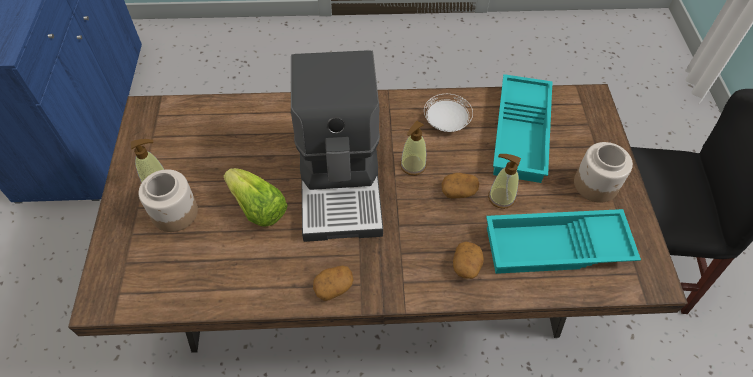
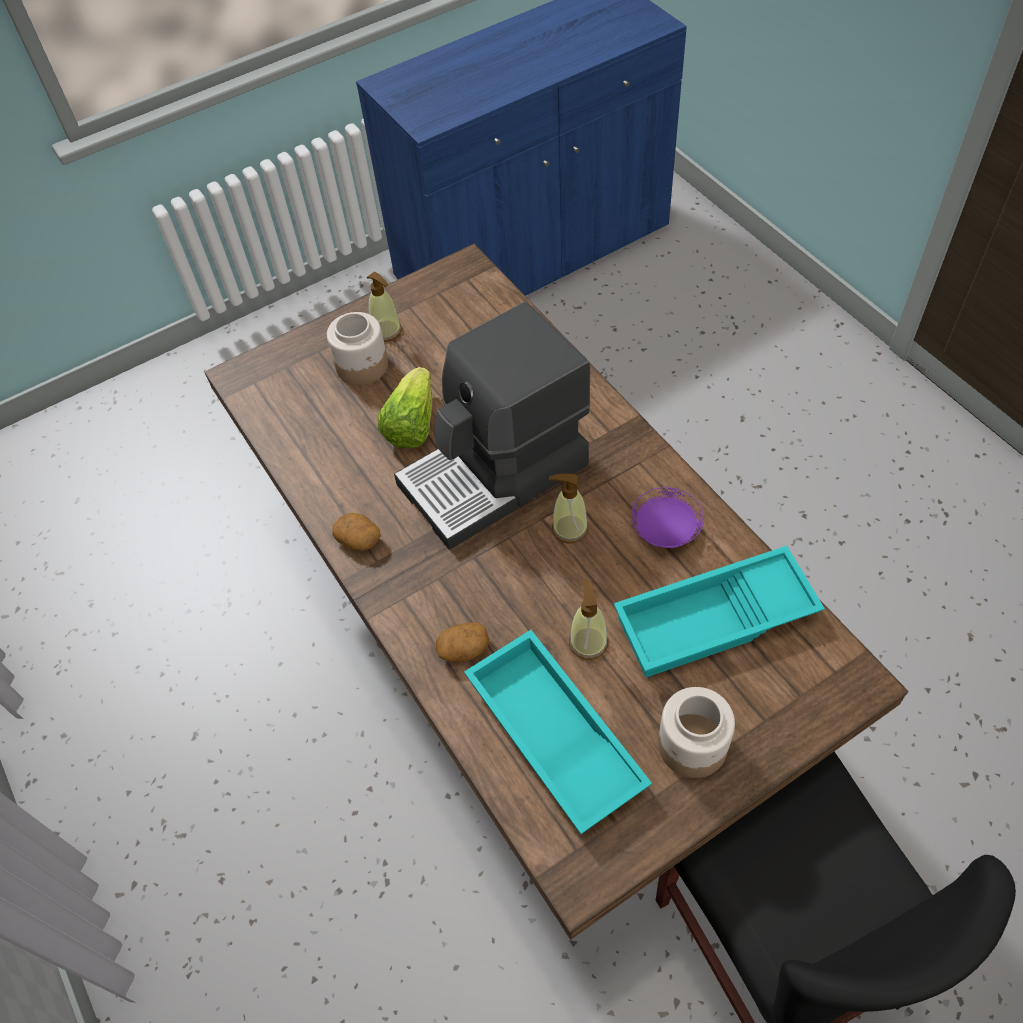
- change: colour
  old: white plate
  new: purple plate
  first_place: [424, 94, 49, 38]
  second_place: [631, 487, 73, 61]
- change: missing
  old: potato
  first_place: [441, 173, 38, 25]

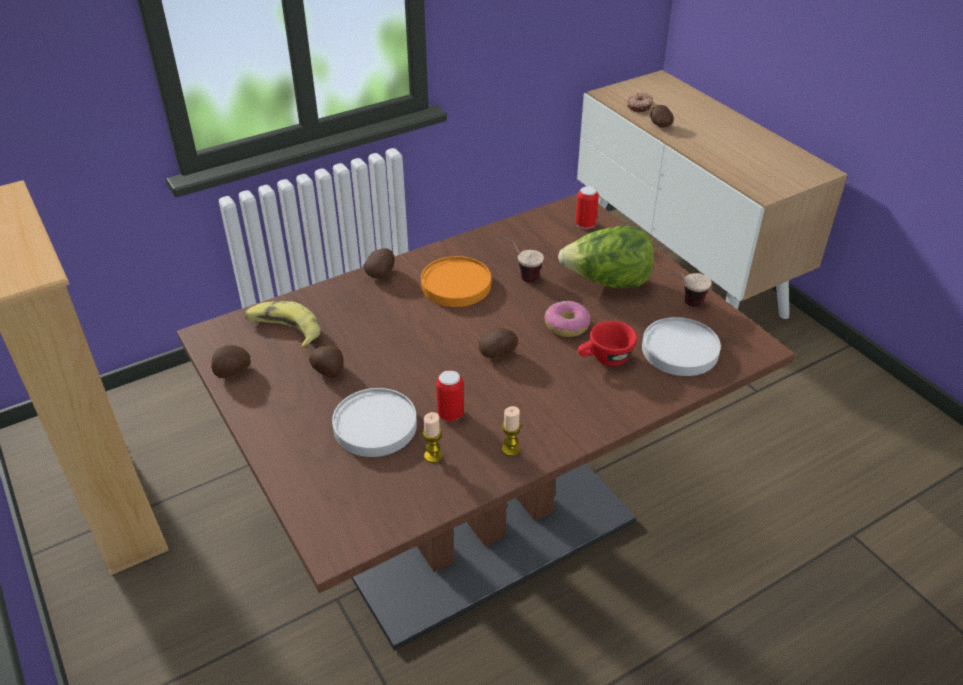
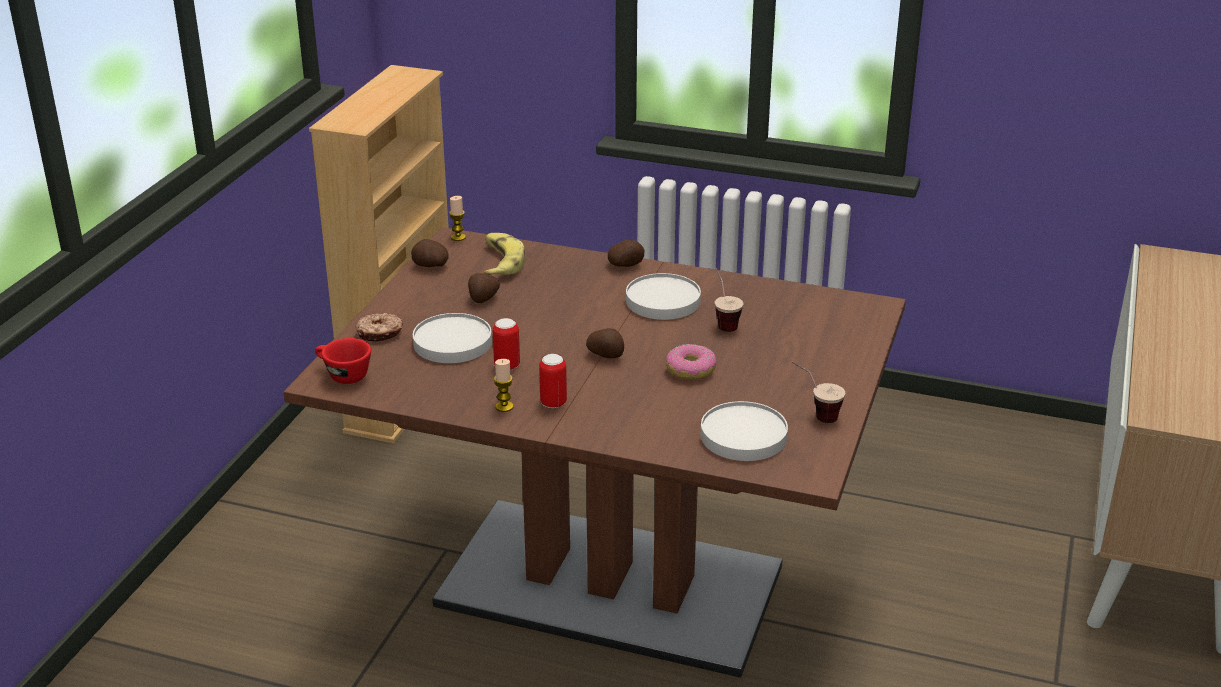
- change: colour
  old: orange plate
  new: white plate
  first_place: [421, 256, 70, 51]
  second_place: [626, 273, 75, 47]
- change: relocated
  old: candle
  first_place: [423, 412, 20, 51]
  second_place: [449, 196, 17, 45]
- change: missing
  old: lettuce
  first_place: [558, 226, 96, 62]
- change: relocated
  old: can
  first_place: [575, 186, 24, 43]
  second_place: [539, 354, 28, 54]
- change: relocated
  old: red cup
  first_place: [578, 321, 59, 45]
  second_place: [315, 338, 56, 46]
- change: relocated
  old: donut
  first_place: [627, 93, 26, 19]
  second_place: [356, 313, 47, 29]
- change: missing
  old: potato
  first_place: [651, 105, 23, 23]

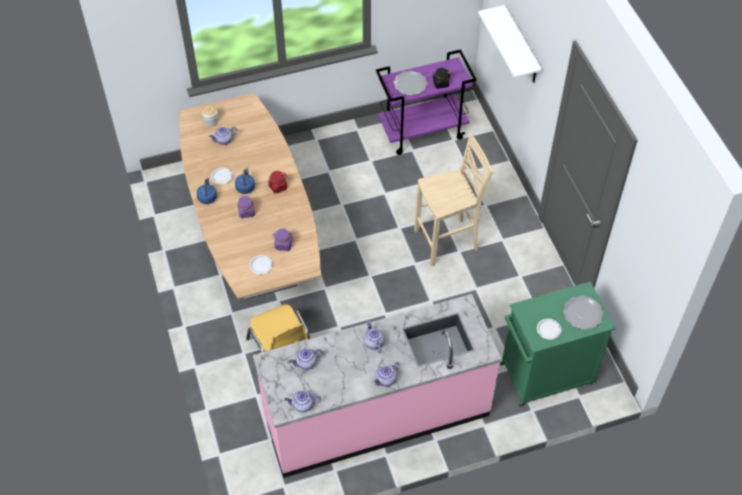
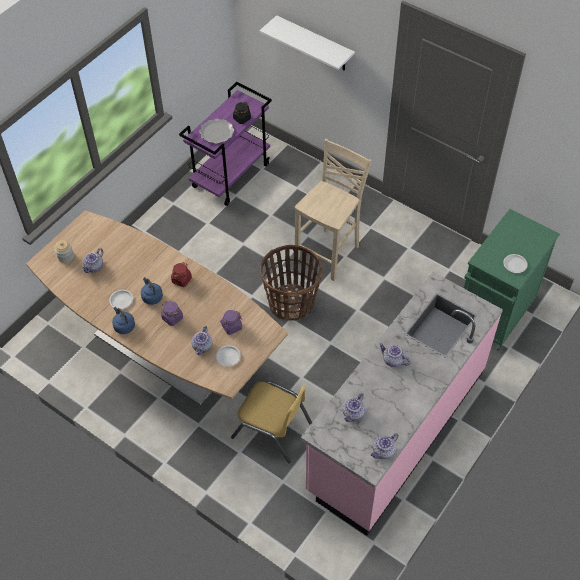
- change: relocated
  old: teapot
  first_place: [373, 362, 27, 25]
  second_place: [191, 326, 21, 29]
- change: missing
  old: plate
  first_place: [563, 295, 41, 35]
- change: appeared
  new: basket
  second_place: [260, 245, 63, 76]

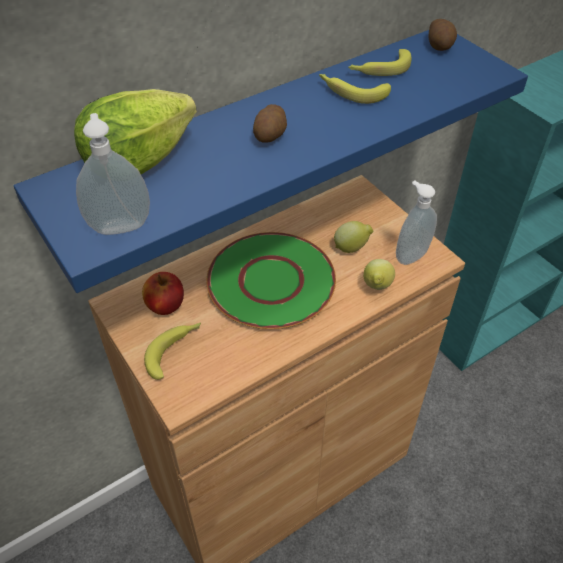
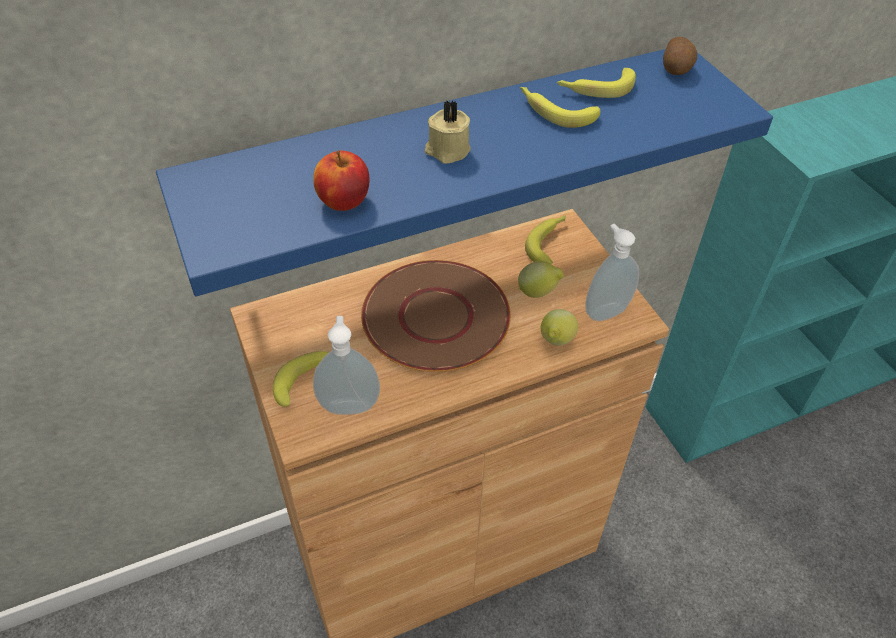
- change: missing
  old: lettuce
  first_place: [74, 89, 123, 85]
- change: relocated
  old: soap dispenser
  first_place: [76, 113, 74, 122]
  second_place: [313, 316, 67, 99]
- change: relocated
  old: apple
  first_place: [142, 272, 42, 43]
  second_place: [313, 150, 56, 61]
- change: colour
  old: green plate
  new: brown plate
  first_place: [206, 232, 130, 97]
  second_place: [361, 260, 150, 112]
- change: exchanged
  old: potato
  new: beige candle
  first_place: [253, 104, 34, 39]
  second_place: [425, 100, 46, 64]
- change: appeared
  new: banana
  second_place: [525, 215, 41, 49]

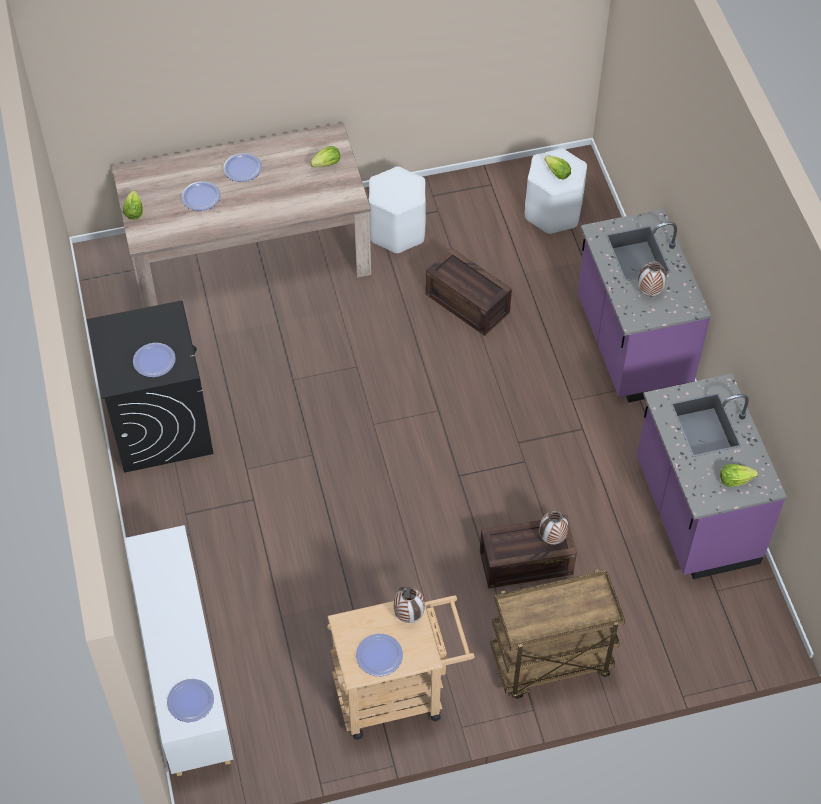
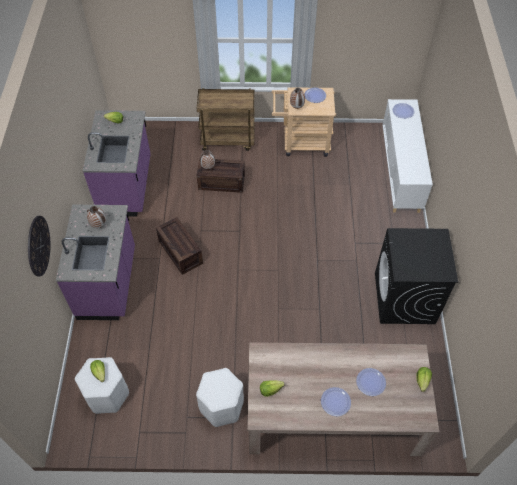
- change: missing
  old: plate
  first_place: [133, 343, 43, 34]
- change: relocated
  old: crate
  first_place: [426, 248, 86, 88]
  second_place: [156, 217, 47, 58]
- change: appeared
  new: wall clock
  second_place: [28, 216, 22, 61]

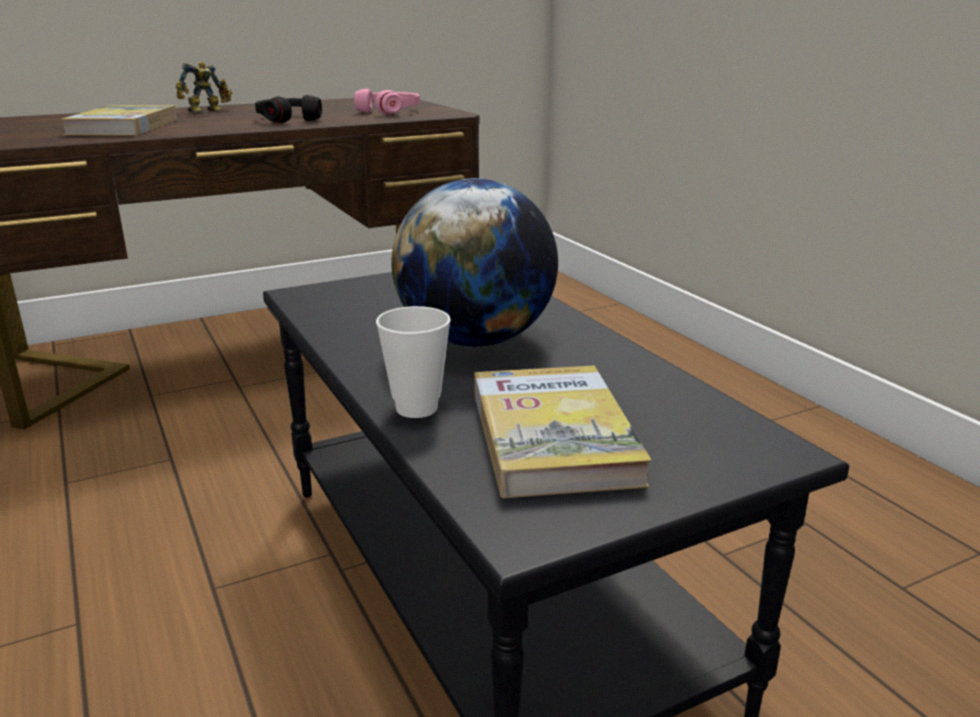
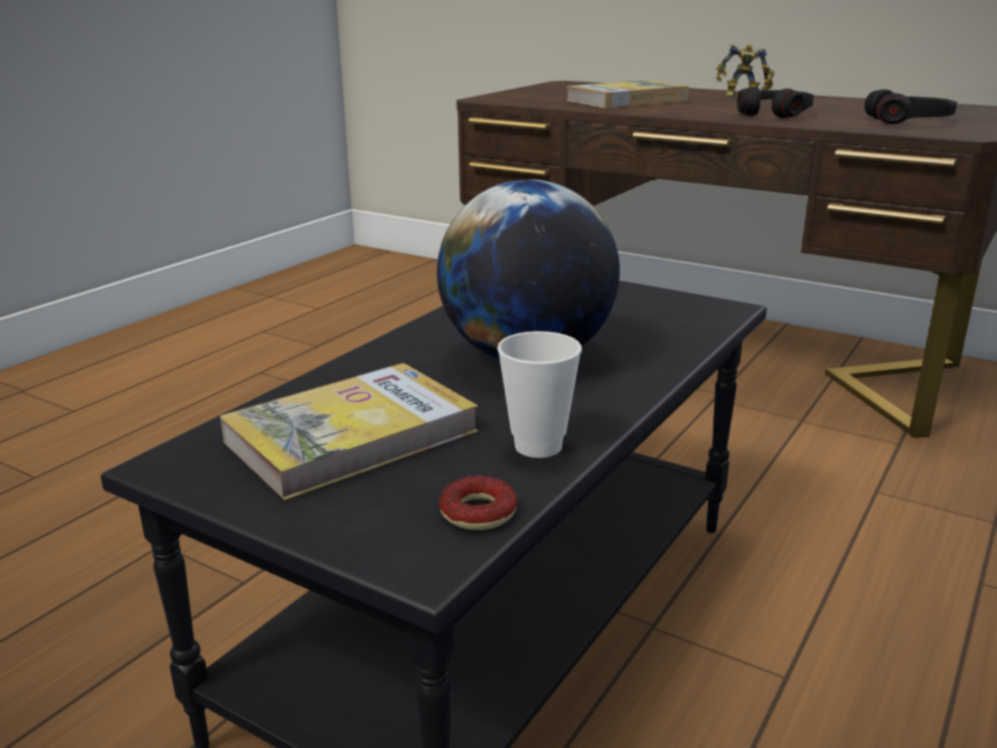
- change: colour
  old: pink headphones
  new: black headphones
  first_place: [354, 88, 66, 27]
  second_place: [864, 89, 93, 35]
- change: relocated
  old: cup
  first_place: [376, 306, 75, 112]
  second_place: [497, 331, 85, 127]
- change: appeared
  new: donut
  second_place: [439, 476, 78, 54]

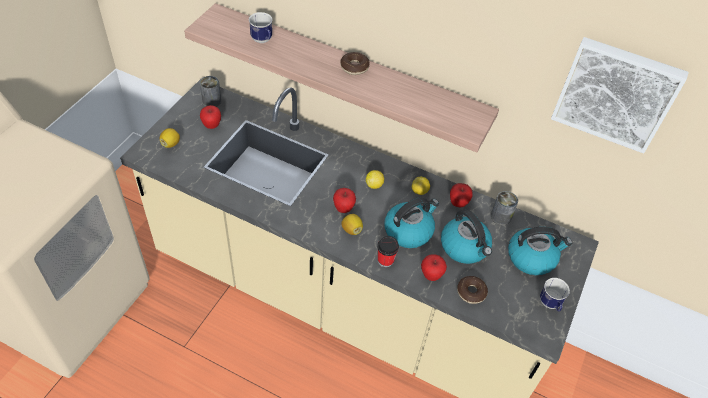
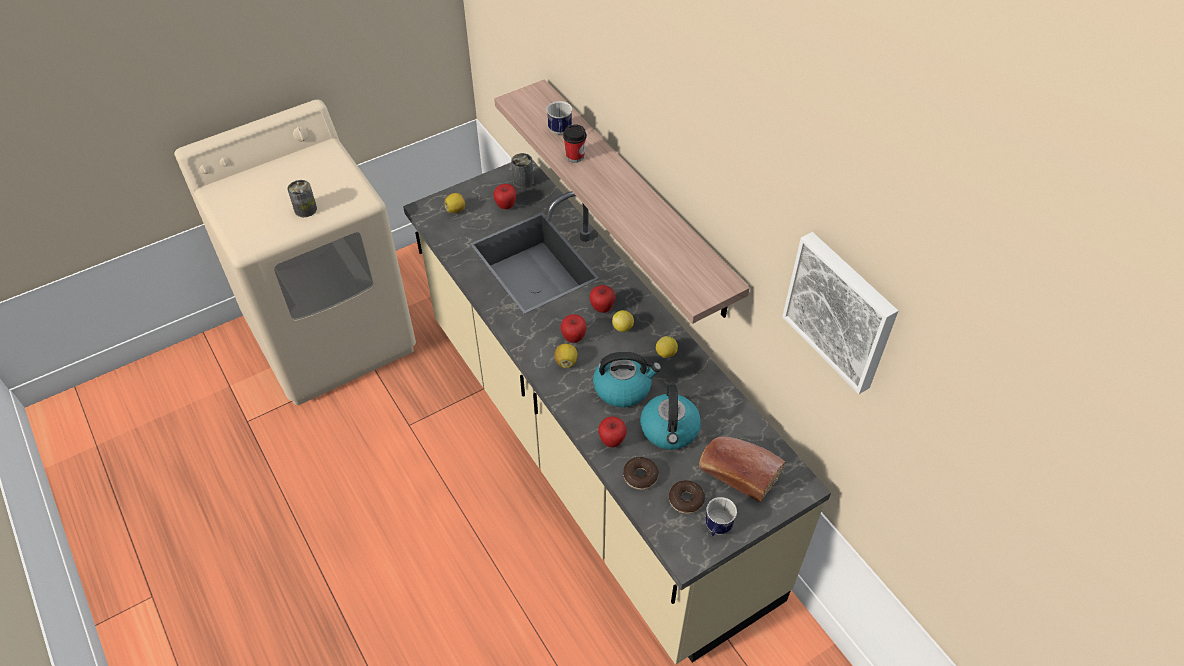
- change: relocated
  old: donut
  first_place: [340, 52, 30, 23]
  second_place: [669, 480, 36, 34]
- change: relocated
  old: cup
  first_place: [377, 236, 22, 31]
  second_place: [563, 124, 24, 39]
- change: relocated
  old: apple
  first_place: [450, 183, 23, 24]
  second_place: [589, 285, 27, 28]
- change: relocated
  old: can
  first_place: [491, 191, 27, 34]
  second_place: [287, 180, 30, 37]
- change: exchanged
  old: kettle
  new: bread
  first_place: [508, 227, 64, 48]
  second_place: [699, 436, 86, 67]

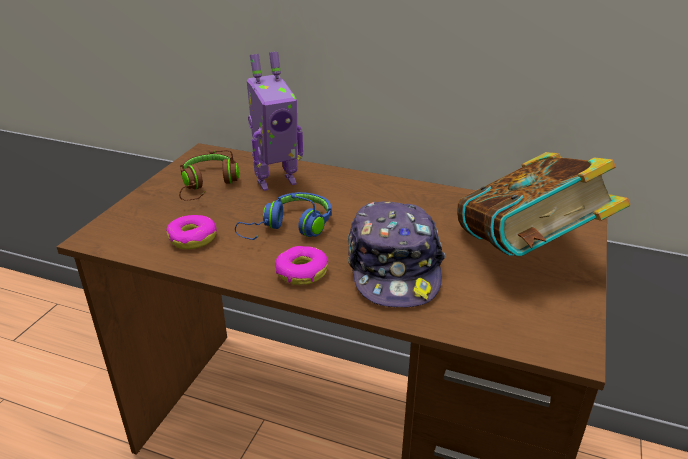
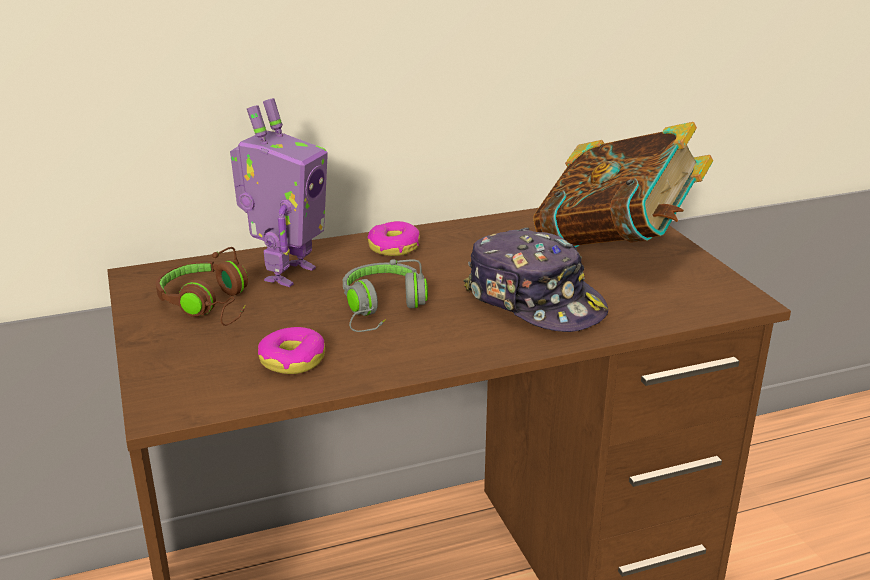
- change: colour
  old: blue headphones
  new: grey headphones
  first_place: [235, 192, 97, 48]
  second_place: [343, 259, 85, 73]
- change: relocated
  old: donut
  first_place: [275, 246, 53, 39]
  second_place: [367, 221, 53, 35]

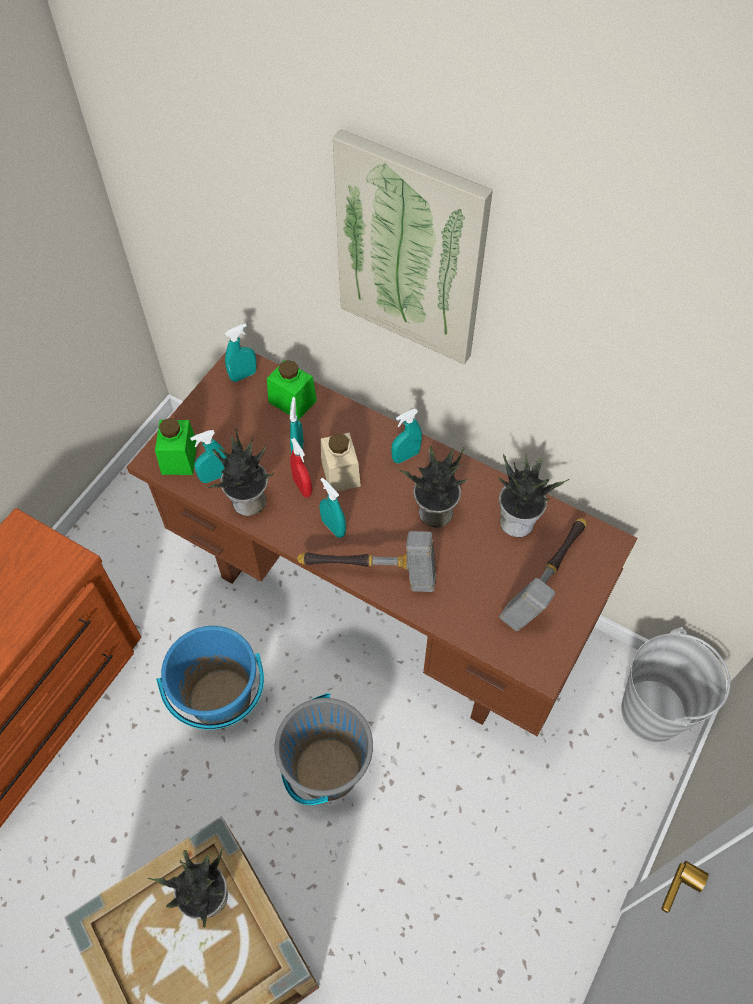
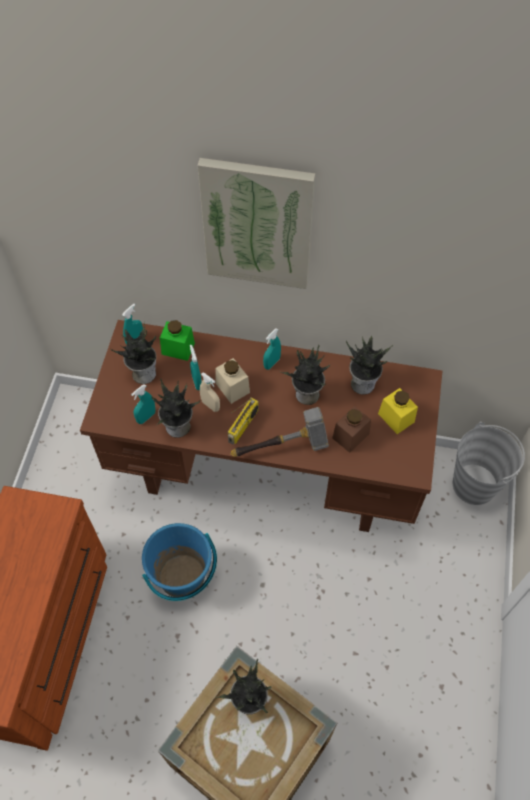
- change: missing
  old: green jar
  first_place: [155, 418, 42, 57]
- change: missing
  old: grey bucket
  first_place: [274, 693, 99, 112]
- change: colour
  old: red spray bottle
  new: beige spray bottle
  first_place: [290, 438, 22, 60]
  second_place: [200, 372, 20, 40]
- change: exchanged
  old: turquoise spray bottle
  new: radio
  first_place: [319, 478, 27, 60]
  second_place: [228, 398, 31, 46]
- change: exchanged
  old: hammer
  new: yellow jar
  first_place: [499, 518, 87, 113]
  second_place: [378, 388, 40, 46]
- change: appeared
  new: potted plant
  second_place: [111, 322, 45, 62]
- change: appeared
  new: brown jar
  second_place: [332, 406, 39, 47]

